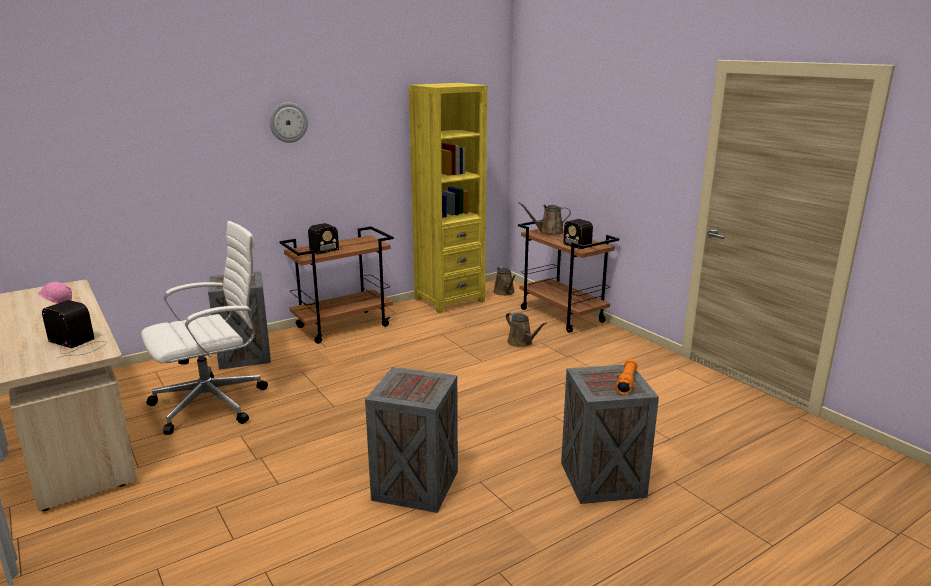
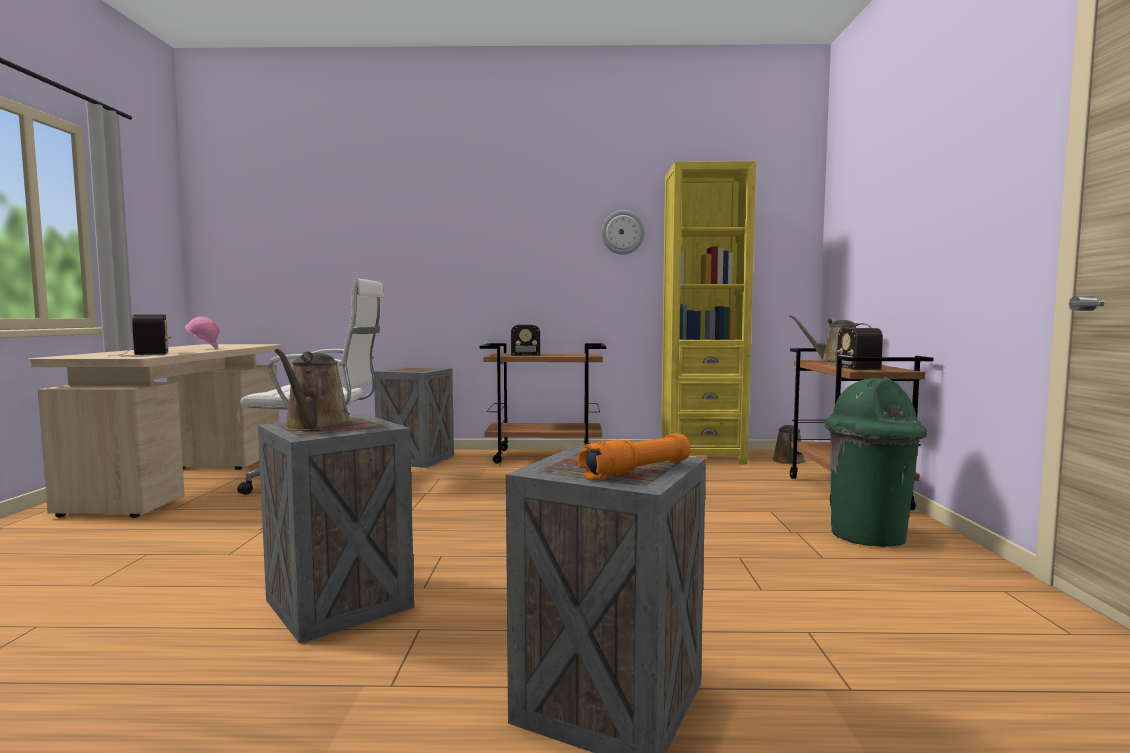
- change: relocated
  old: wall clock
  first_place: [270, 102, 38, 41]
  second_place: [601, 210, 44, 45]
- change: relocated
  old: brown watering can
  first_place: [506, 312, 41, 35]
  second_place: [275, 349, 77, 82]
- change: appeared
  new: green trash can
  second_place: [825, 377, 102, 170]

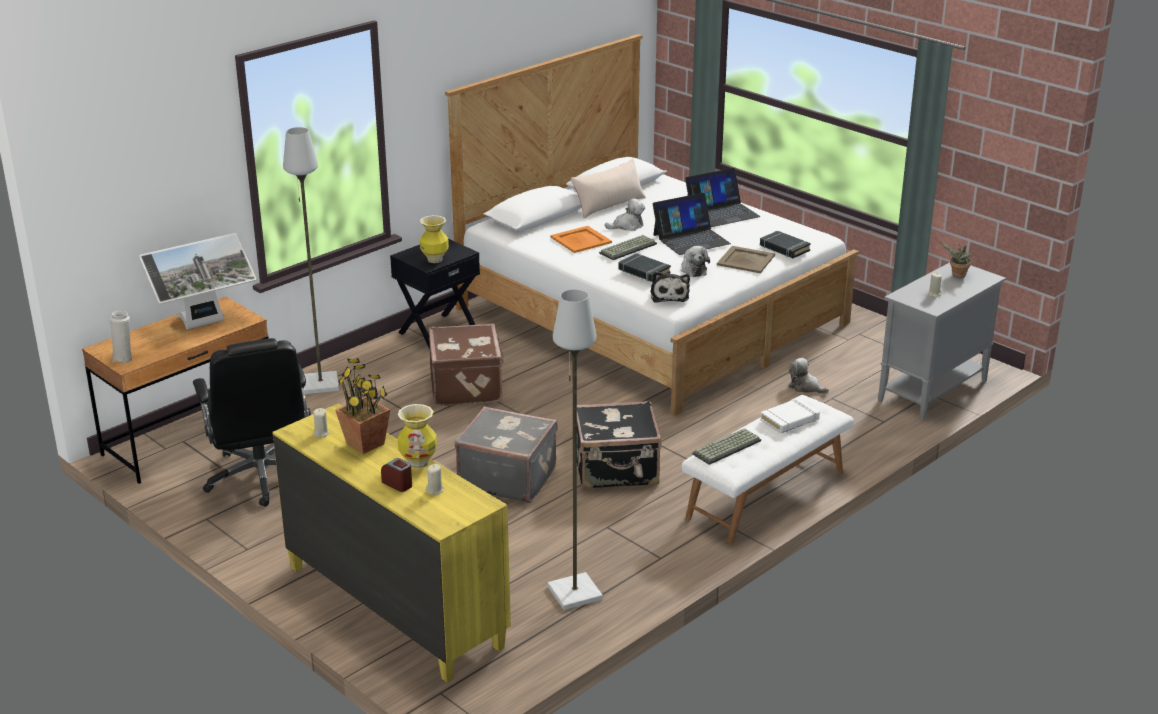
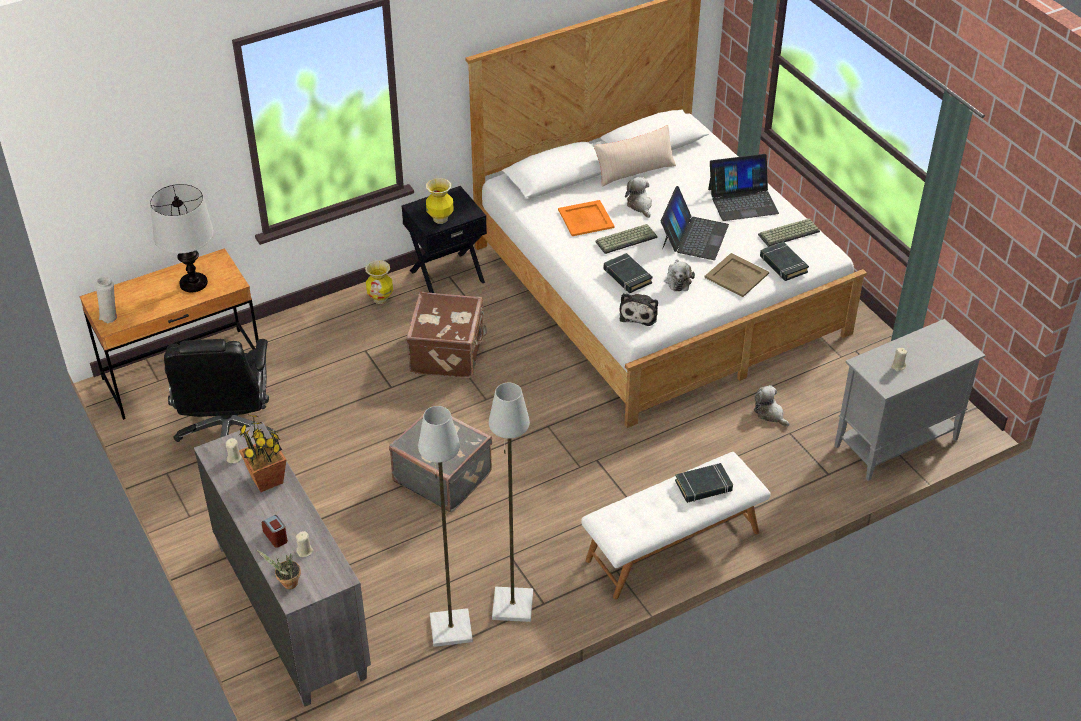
- change: exchanged
  old: monitor
  new: table lamp
  first_place: [139, 233, 118, 97]
  second_place: [150, 184, 64, 109]
- change: colour
  old: yellow dresser
  new: grey dresser
  first_place: [272, 404, 239, 279]
  second_place: [194, 422, 177, 285]
- change: relocated
  old: grey floor lamp
  first_place: [283, 127, 56, 267]
  second_place: [489, 383, 44, 239]
- change: relocated
  old: vase
  first_place: [398, 404, 39, 65]
  second_place: [365, 260, 28, 44]
- change: missing
  old: black suitcase
  first_place: [577, 400, 84, 89]
- change: spun
  old: plush toy
  first_place: [605, 198, 40, 33]
  second_place: [625, 177, 27, 41]
  degrees: -105
- change: spun
  old: laptop
  first_place: [653, 193, 78, 62]
  second_place: [661, 186, 68, 74]
  degrees: -60
- change: relocated
  old: keyboard
  first_place: [692, 428, 69, 37]
  second_place: [758, 218, 62, 29]
- change: colour
  old: white book
  new: black book
  first_place: [760, 398, 60, 36]
  second_place: [675, 463, 58, 40]
- change: relocated
  old: potted plant
  first_place: [940, 242, 34, 36]
  second_place: [257, 550, 44, 39]

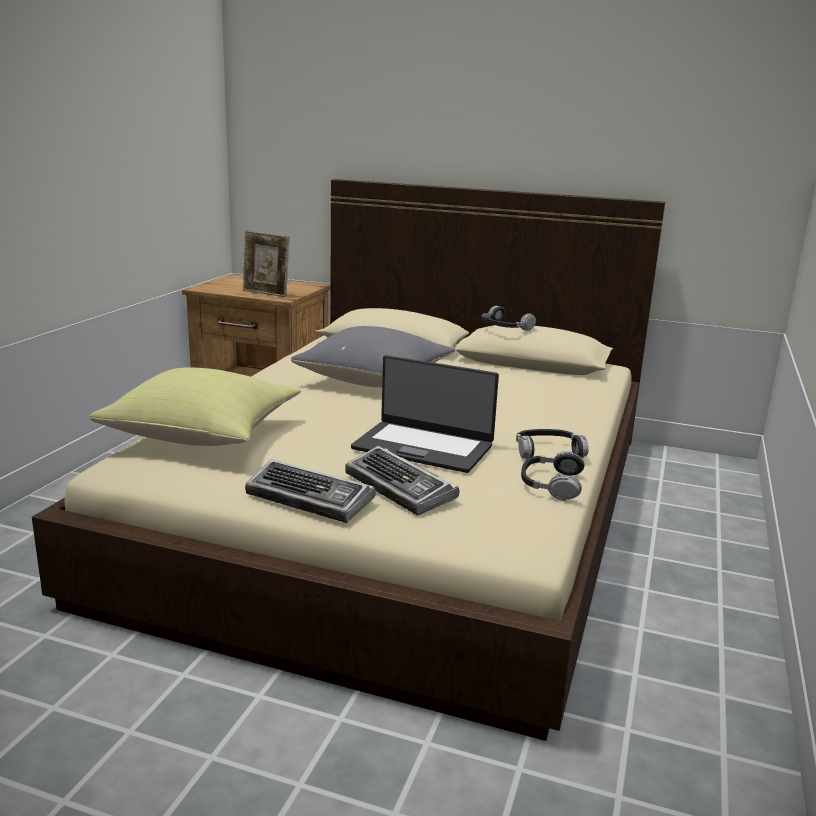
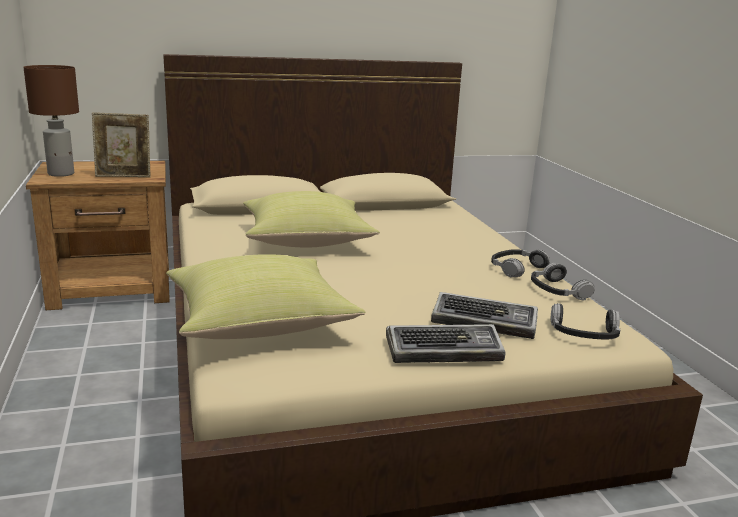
- change: colour
  old: grey pillow
  new: yellow pillow
  first_place: [291, 326, 164, 61]
  second_place: [243, 191, 137, 56]
- change: missing
  old: laptop
  first_place: [351, 355, 148, 118]
- change: relocated
  old: headphones
  first_place: [481, 306, 55, 25]
  second_place: [551, 303, 69, 36]
- change: appeared
  new: brown table lamp
  second_place: [24, 65, 55, 112]

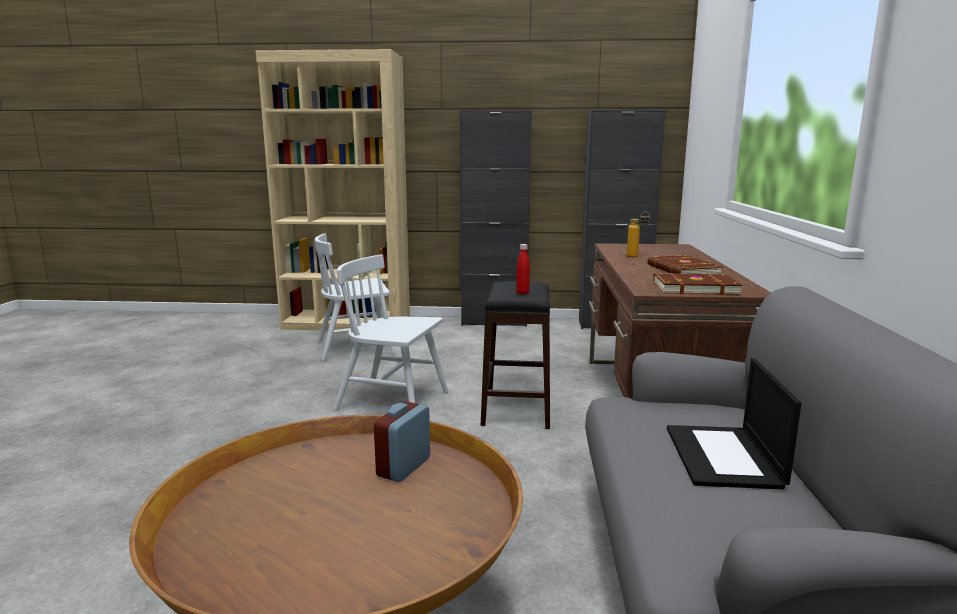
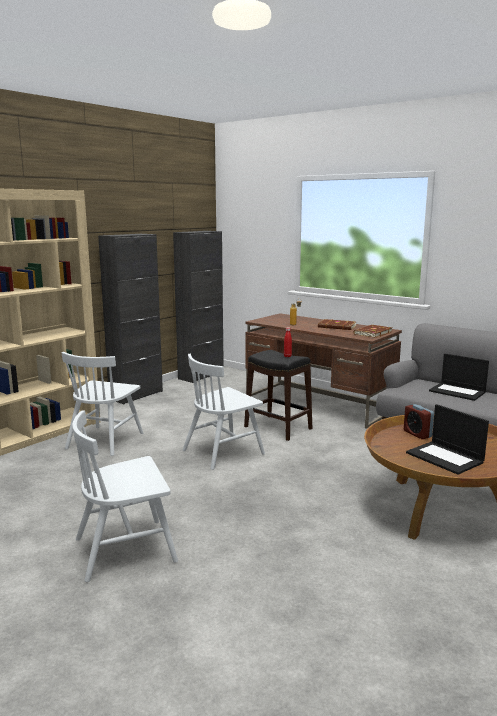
- change: appeared
  new: white chair
  second_place: [72, 410, 106, 172]
- change: appeared
  new: laptop
  second_place: [406, 404, 83, 71]

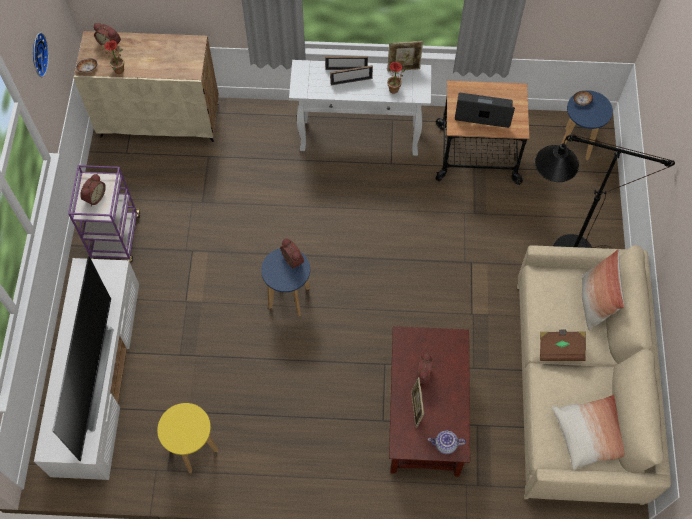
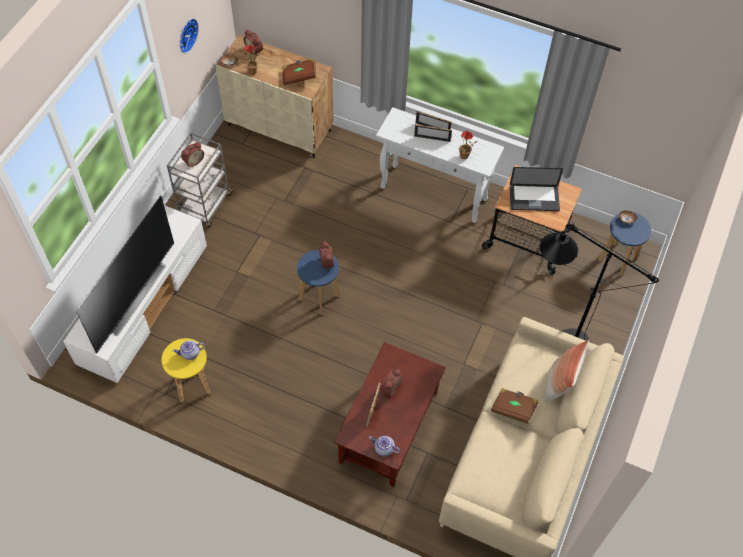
- change: colour
  old: purple cart
  new: grey cart
  first_place: [68, 165, 73, 97]
  second_place: [167, 132, 67, 96]
- change: missing
  old: picture frame
  first_place: [387, 41, 36, 31]
- change: spun
  old: laptop
  first_place: [455, 93, 60, 35]
  second_place: [509, 167, 54, 44]
  degrees: 150
- change: missing
  old: pillow
  first_place: [552, 395, 73, 76]
- change: appeared
  new: teapot
  second_place: [173, 340, 32, 20]
- change: appeared
  new: brown book
  second_place: [283, 58, 33, 27]

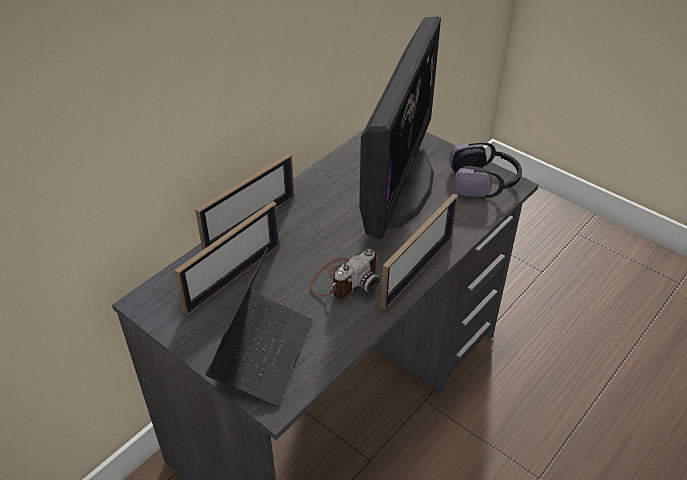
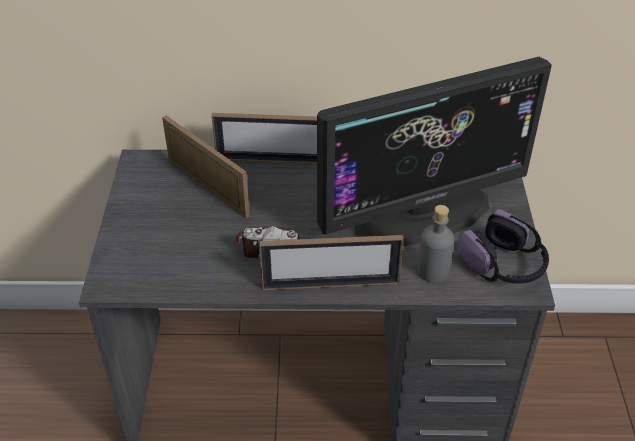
- change: spun
  old: picture frame
  first_place: [174, 201, 106, 114]
  second_place: [162, 116, 88, 103]
  degrees: -135
- change: missing
  old: laptop
  first_place: [205, 247, 108, 160]
- change: appeared
  new: grey bottle
  second_place: [417, 205, 37, 78]

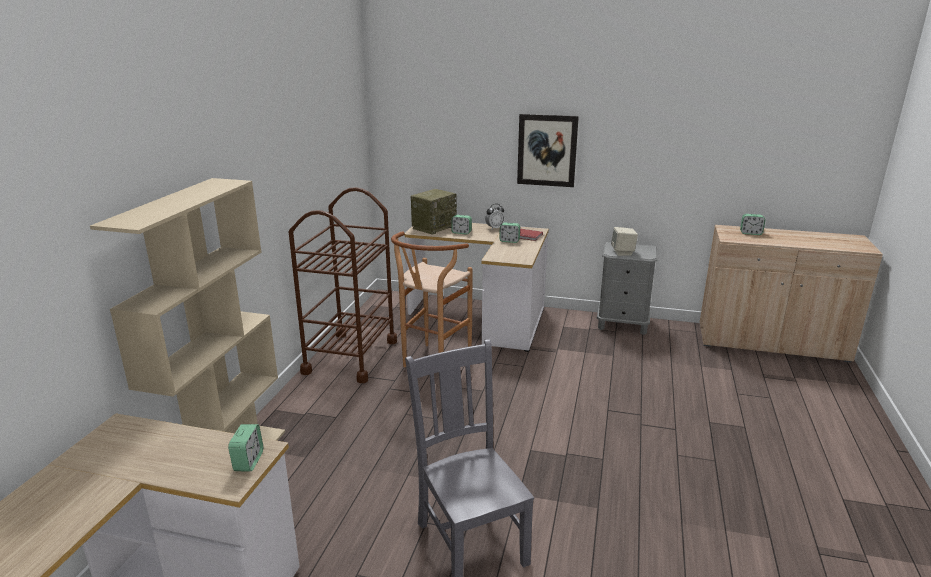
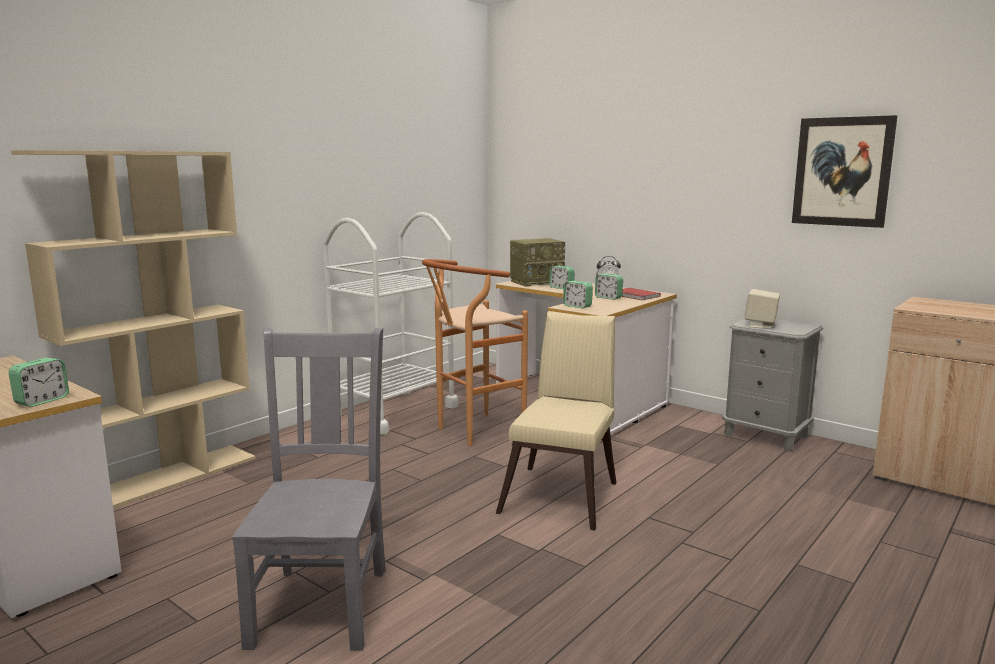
- change: colour
  old: brown cart
  new: white cart
  first_place: [289, 187, 108, 196]
  second_place: [323, 212, 135, 223]
- change: relocated
  old: picture
  first_place: [517, 114, 62, 73]
  second_place: [792, 115, 105, 113]
- change: relocated
  old: alarm clock
  first_place: [740, 214, 25, 21]
  second_place: [563, 281, 30, 27]
- change: appeared
  new: beige chair
  second_place: [496, 311, 120, 220]

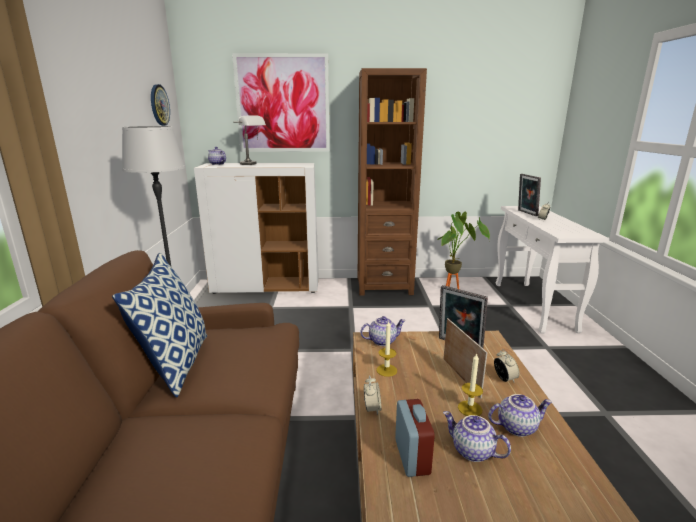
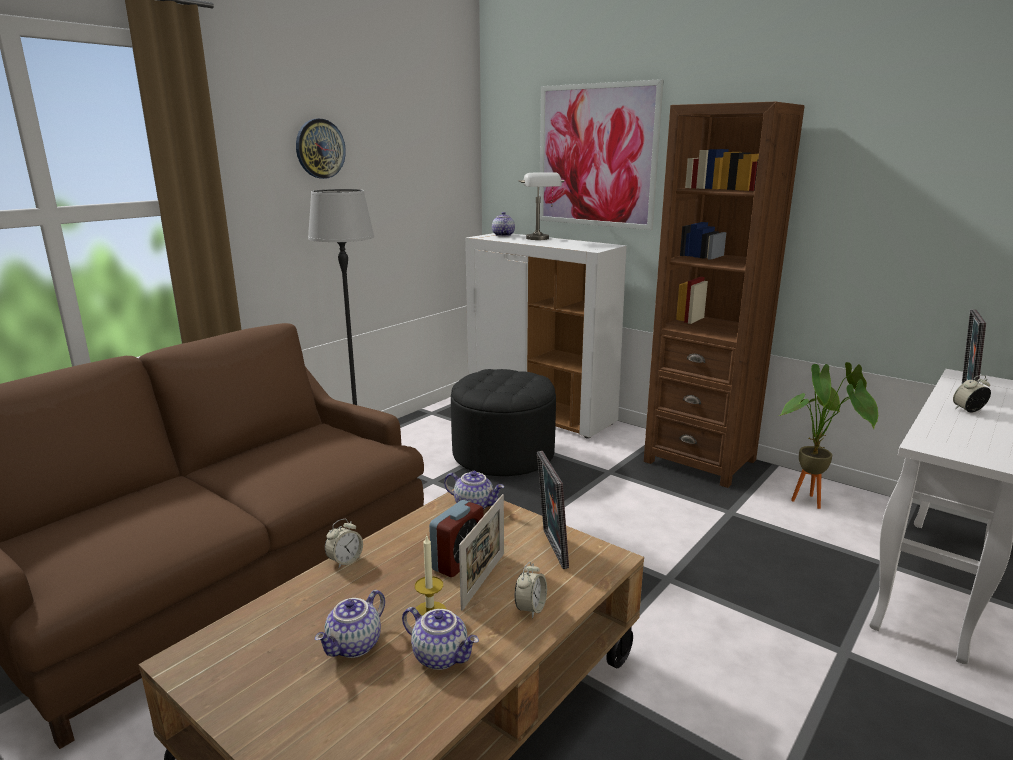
- change: missing
  old: pillow
  first_place: [112, 252, 95, 145]
- change: relocated
  old: wall clock
  first_place: [151, 84, 19, 42]
  second_place: [296, 119, 50, 60]
- change: missing
  old: candle
  first_place: [376, 321, 21, 56]
- change: relocated
  old: alarm clock
  first_place: [395, 399, 40, 78]
  second_place: [429, 500, 55, 77]
- change: spun
  old: teapot
  first_place: [443, 411, 68, 51]
  second_place: [315, 590, 70, 68]
  degrees: -135
- change: appeared
  new: black ottoman
  second_place: [451, 369, 105, 107]

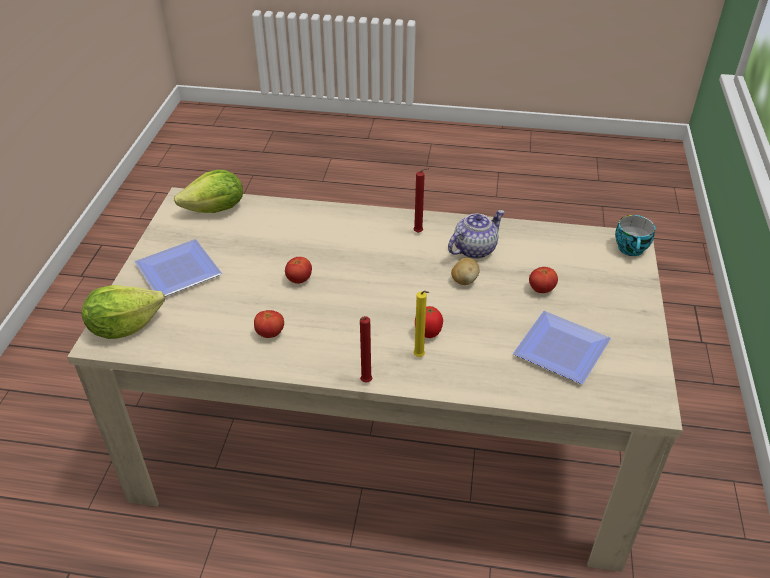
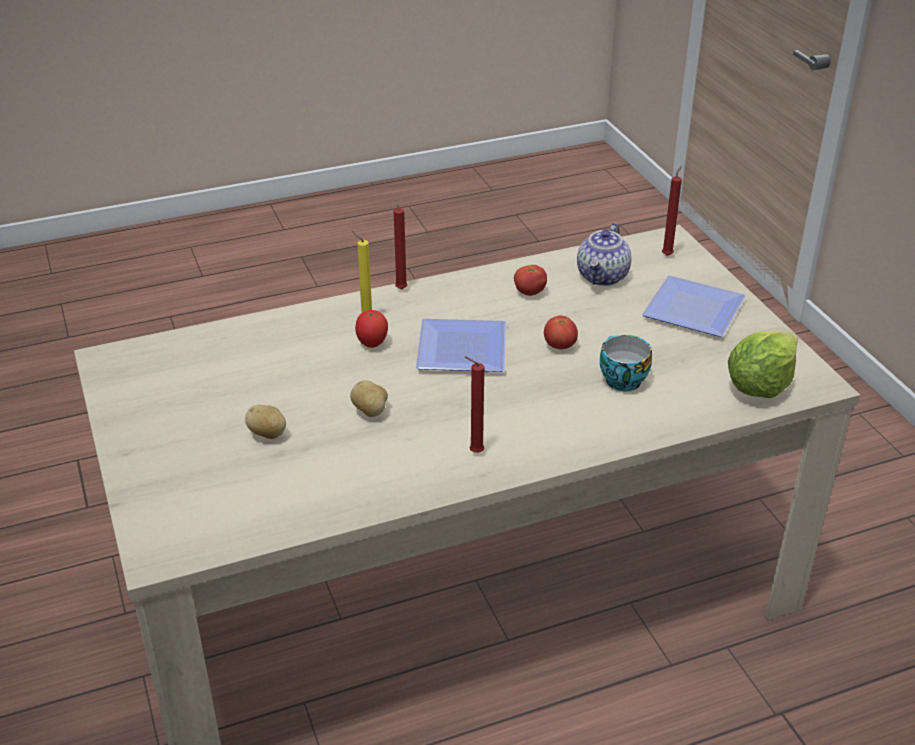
- change: exchanged
  old: lettuce
  new: red candle
  first_place: [82, 285, 83, 54]
  second_place: [662, 165, 20, 91]
- change: relocated
  old: teapot
  first_place: [448, 210, 57, 49]
  second_place: [577, 223, 55, 63]
- change: relocated
  old: plate
  first_place: [513, 311, 98, 73]
  second_place: [416, 319, 90, 53]
- change: exchanged
  old: tomato
  new: potato
  first_place: [529, 267, 29, 26]
  second_place: [245, 405, 41, 34]
- change: relocated
  old: cup
  first_place: [615, 215, 40, 41]
  second_place: [600, 335, 52, 56]

